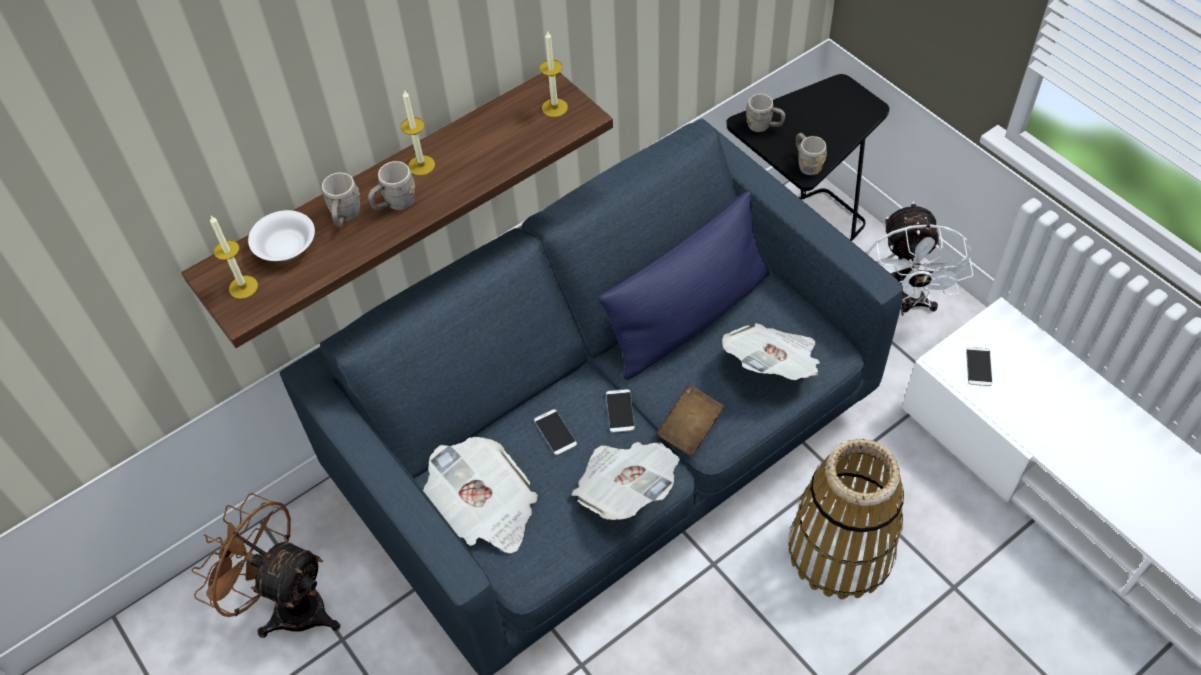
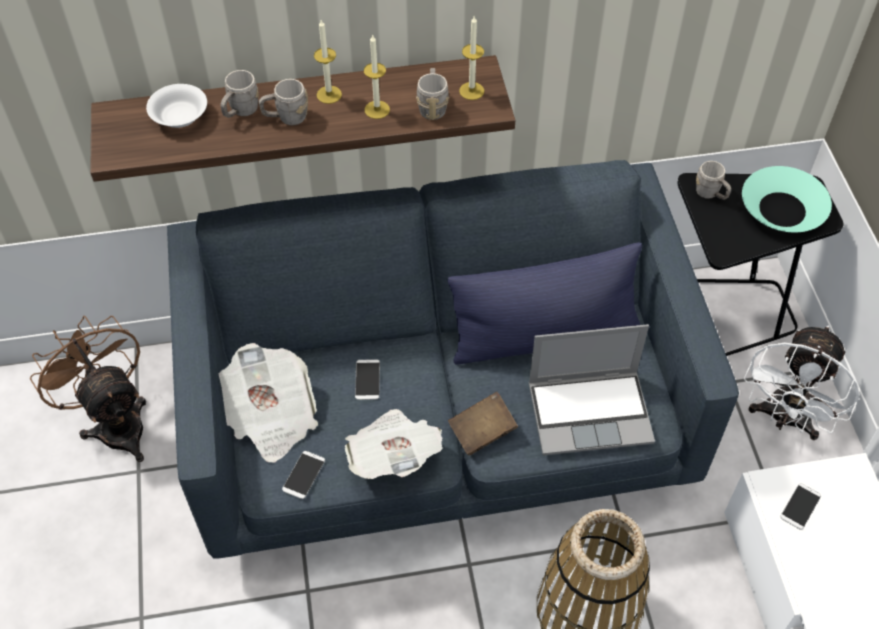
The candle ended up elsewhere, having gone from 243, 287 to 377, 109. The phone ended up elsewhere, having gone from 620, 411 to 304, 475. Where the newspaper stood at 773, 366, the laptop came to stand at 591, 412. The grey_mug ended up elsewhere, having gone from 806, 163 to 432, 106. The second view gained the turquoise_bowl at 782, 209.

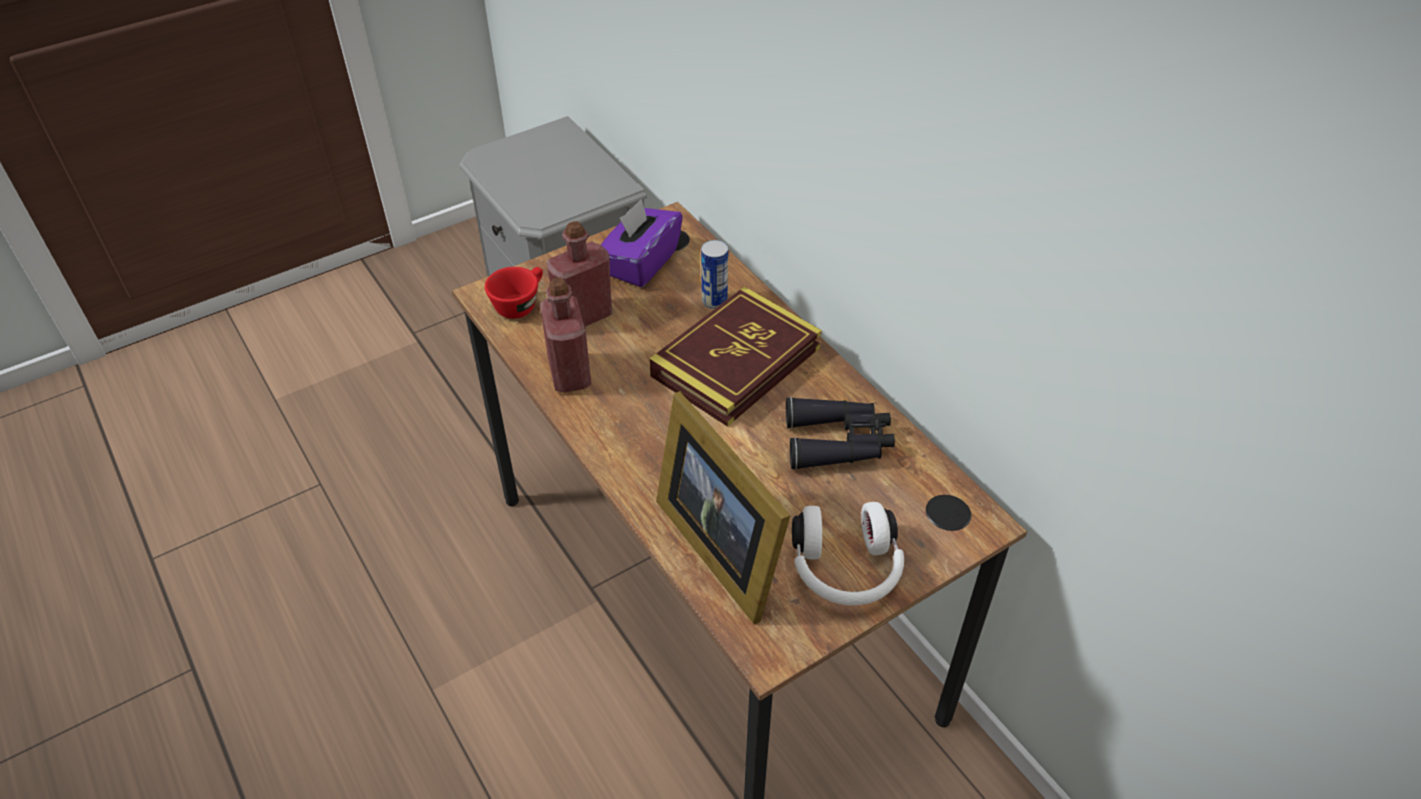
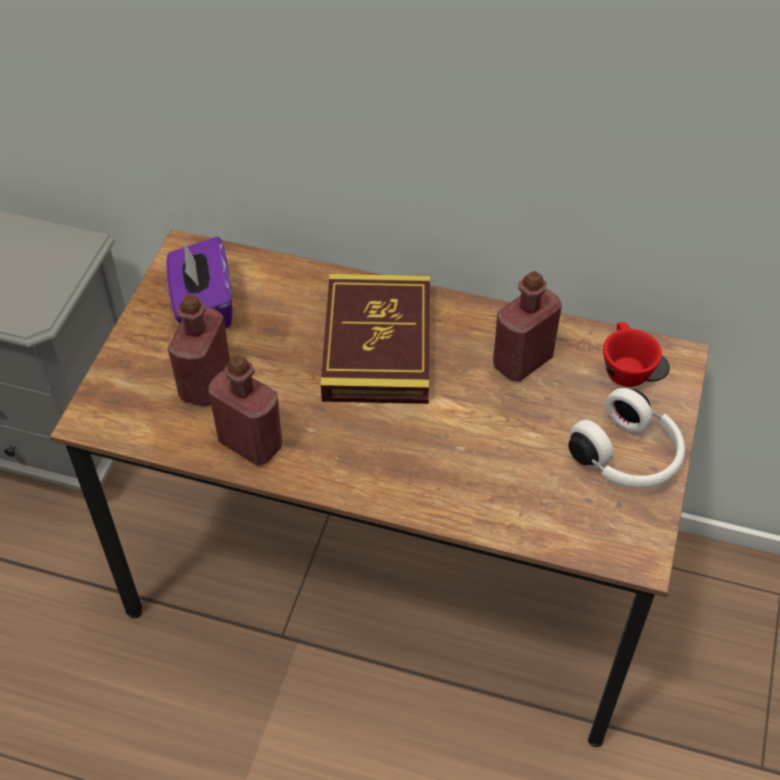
The red_cup ended up elsewhere, having gone from 520, 304 to 624, 367. The second view lost the picture_frame at 722, 544. The second view lost the can at 714, 301. Where the black_binoculars stood at 838, 442, the red_bottle came to stand at 522, 361.

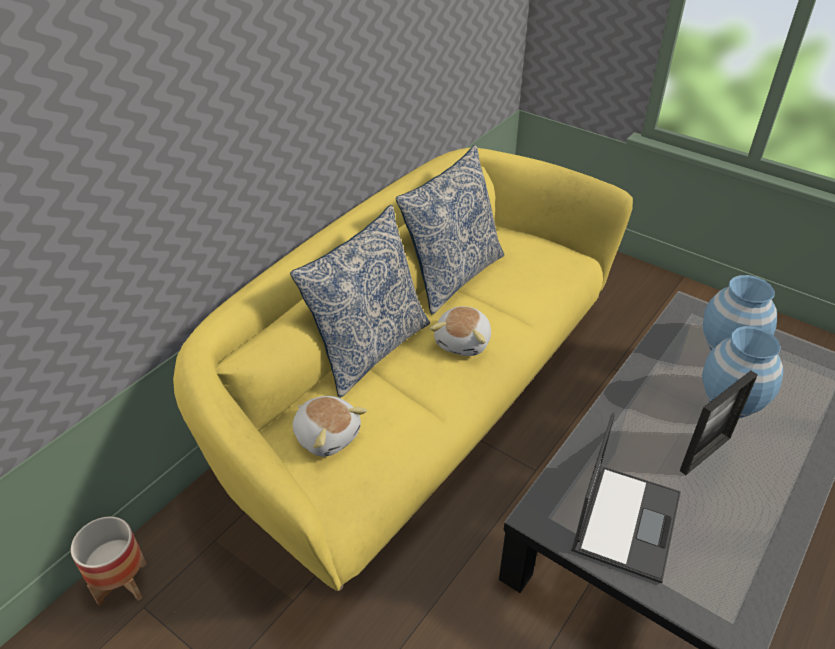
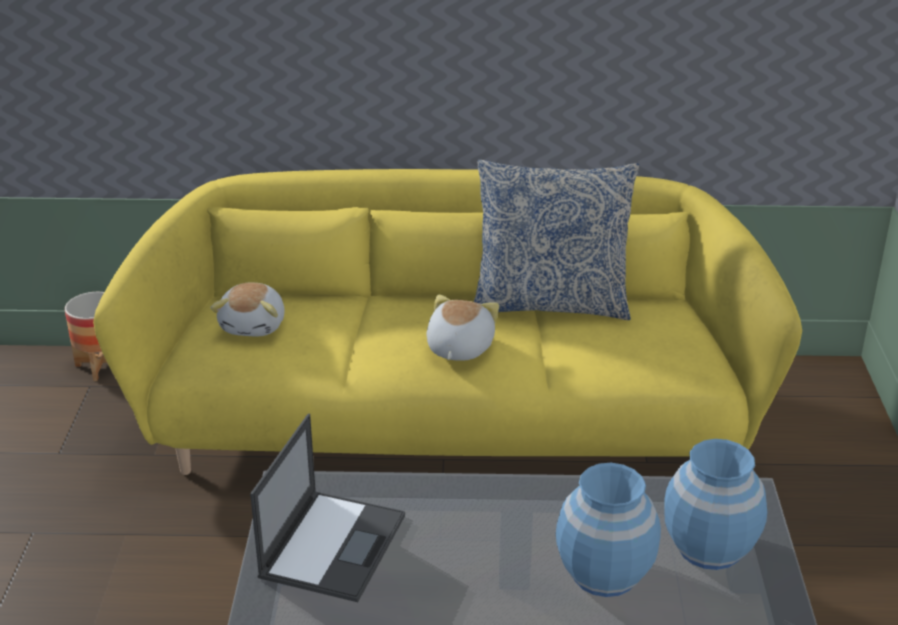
The second view lost the pillow at 369, 348. The plush_toy at 464, 342 ended up facing another way, 120 degrees clockwise from before. The laptop at 626, 520 ended up facing another way, 60 degrees counterclockwise from before. The second view lost the picture_frame at 705, 454.

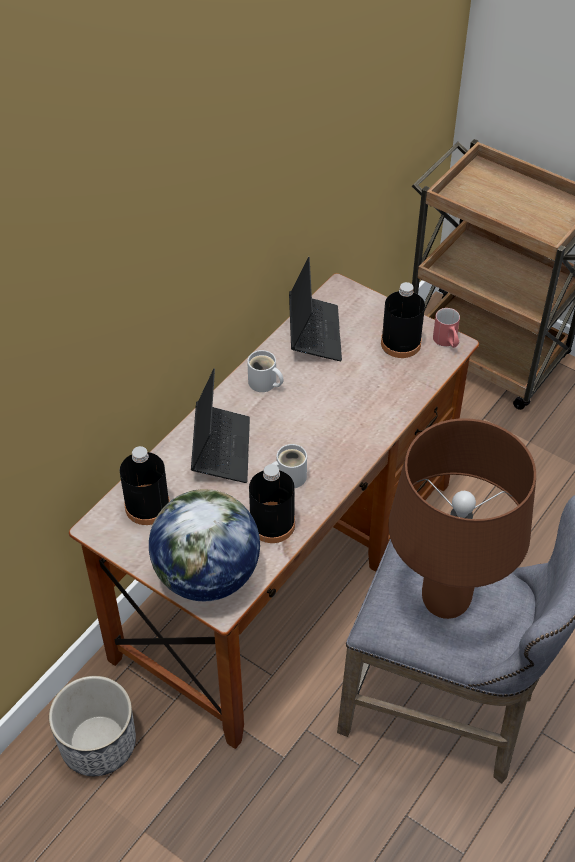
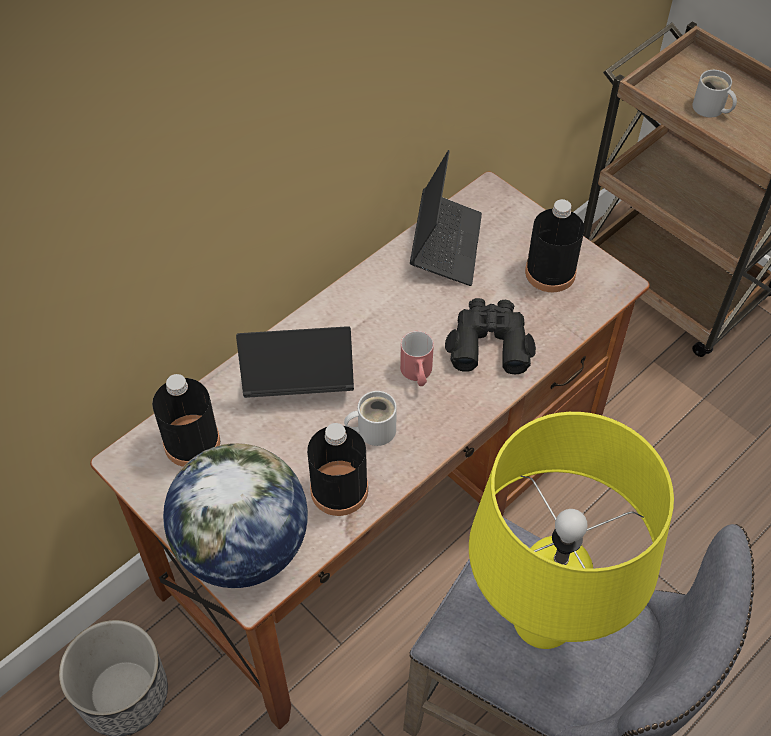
The laptop at 221, 449 ended up facing another way, 105 degrees counterclockwise from before. The white_mug ended up elsewhere, having gone from 264, 384 to 710, 109. What was the brown_table_lamp at 444, 602 turned into the yellow_table_lamp at 541, 624. The red_mug ended up elsewhere, having gone from 447, 342 to 417, 375. The second view gained the black_binoculars at 489, 342.

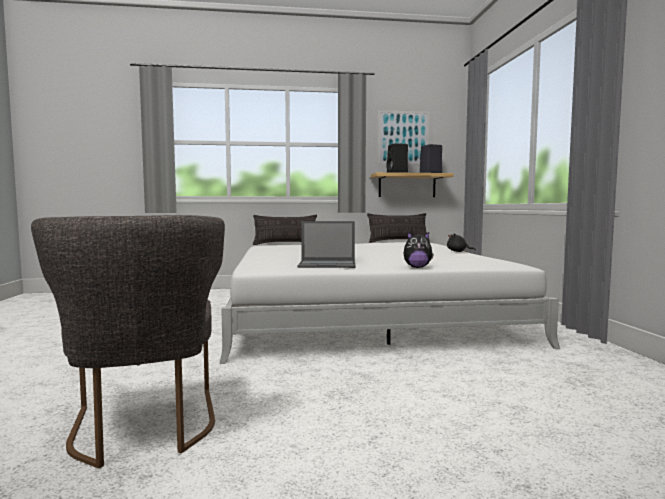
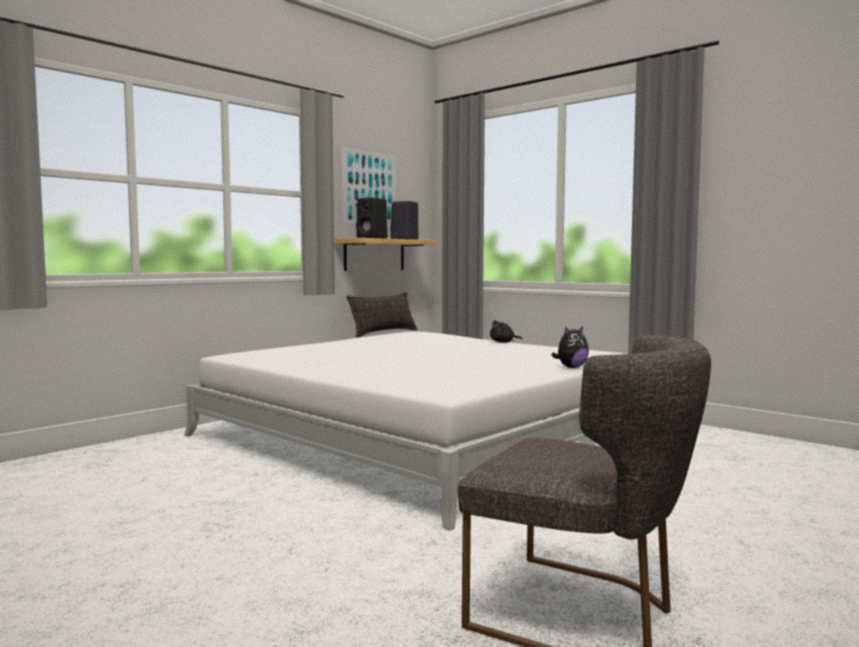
The second view lost the pillow at 285, 244. The second view lost the laptop at 328, 264.

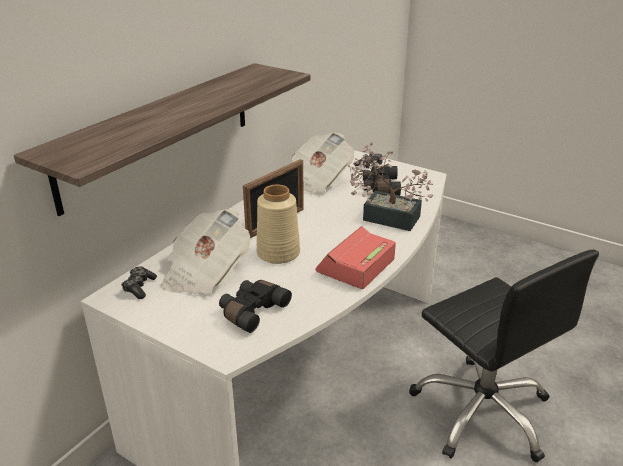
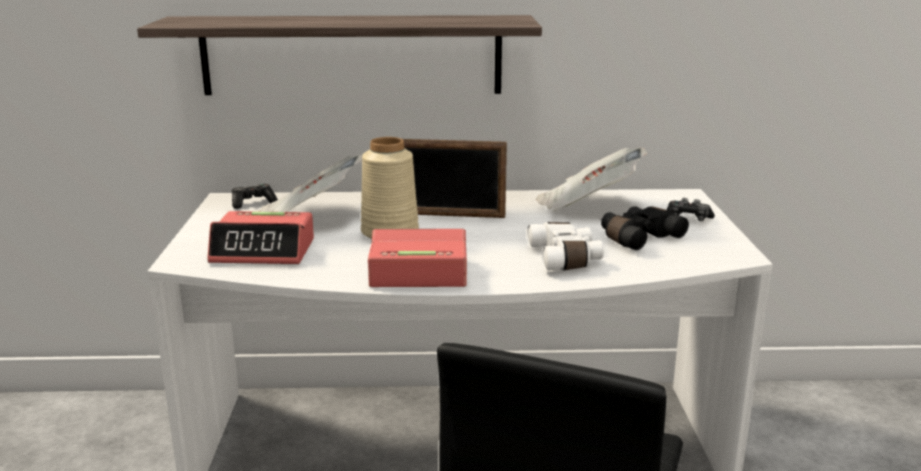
Where the black_binoculars stood at 252, 311, the alarm_clock came to stand at 264, 251. Where the potted_plant stood at 385, 216, the white_binoculars came to stand at 566, 258.

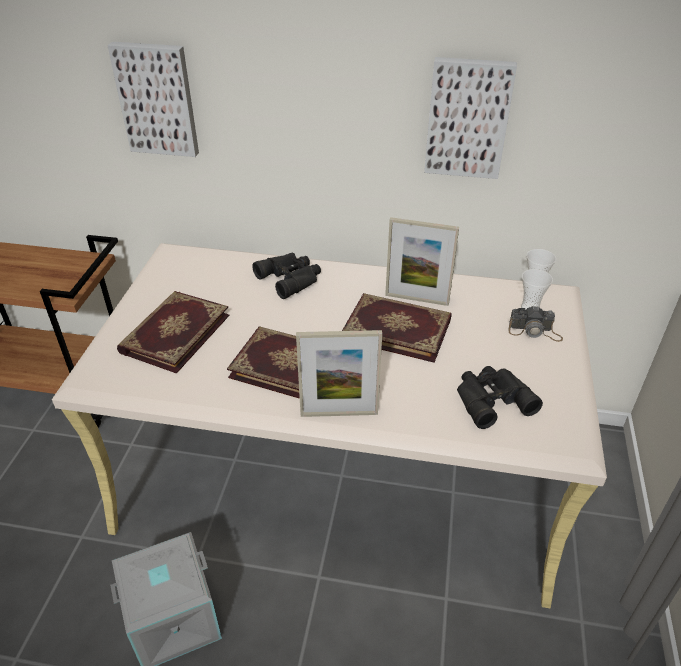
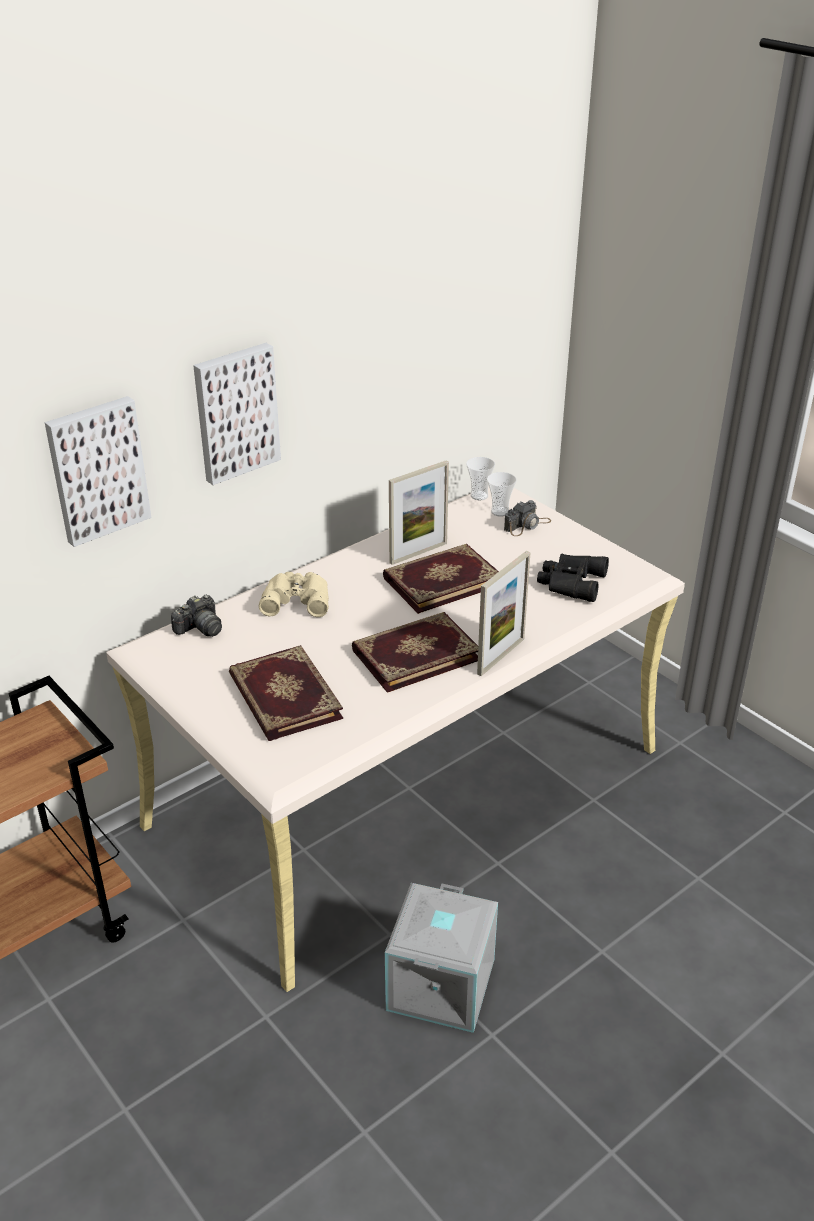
What was the black_binoculars at 291, 278 turned into the beige_binoculars at 296, 599. The picture ended up elsewhere, having gone from 468, 118 to 235, 412. The second view gained the photo_camera at 200, 628.

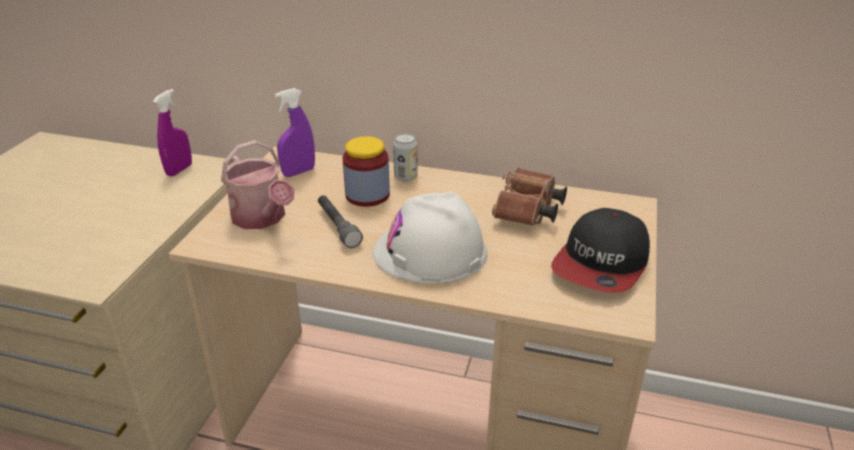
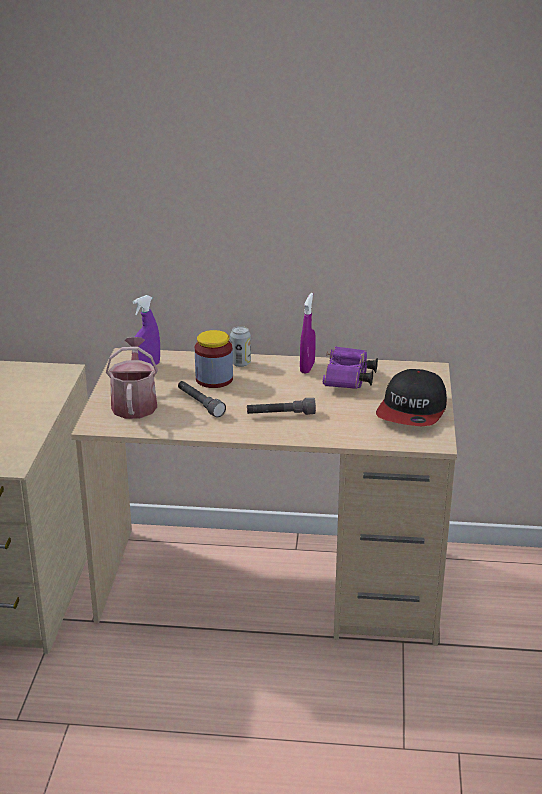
The purple_spray_bottle ended up elsewhere, having gone from 179, 170 to 307, 368. The watering_can at 262, 218 ended up facing another way, 135 degrees counterclockwise from before. Where the white_hard_hat stood at 430, 252, the grey_flashlight came to stand at 280, 415. What was the brown_binoculars at 527, 212 turned into the purple_binoculars at 348, 381.

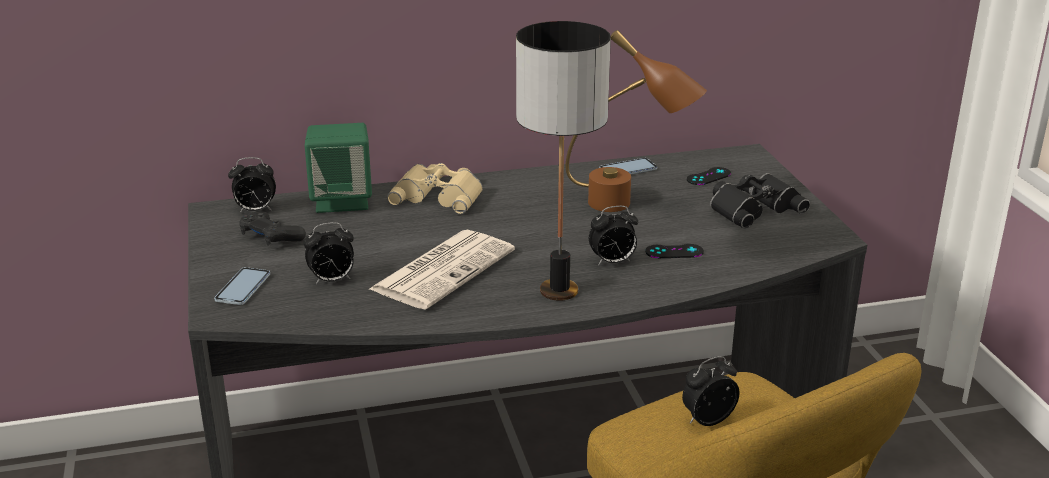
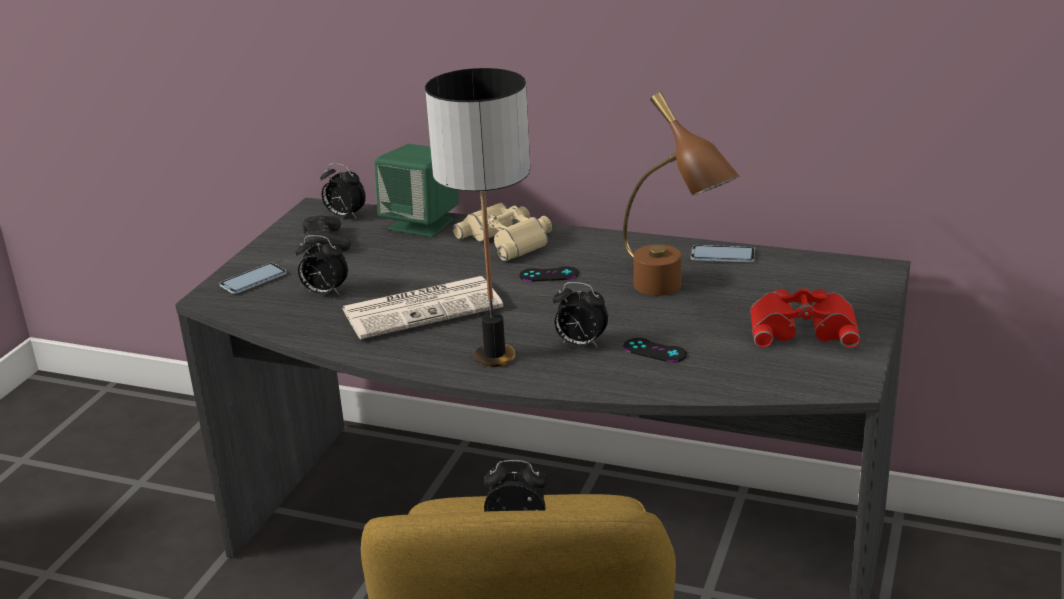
The black_game_controller ended up elsewhere, having gone from 708, 176 to 549, 274. What was the black_binoculars at 753, 207 turned into the red_binoculars at 803, 327.

